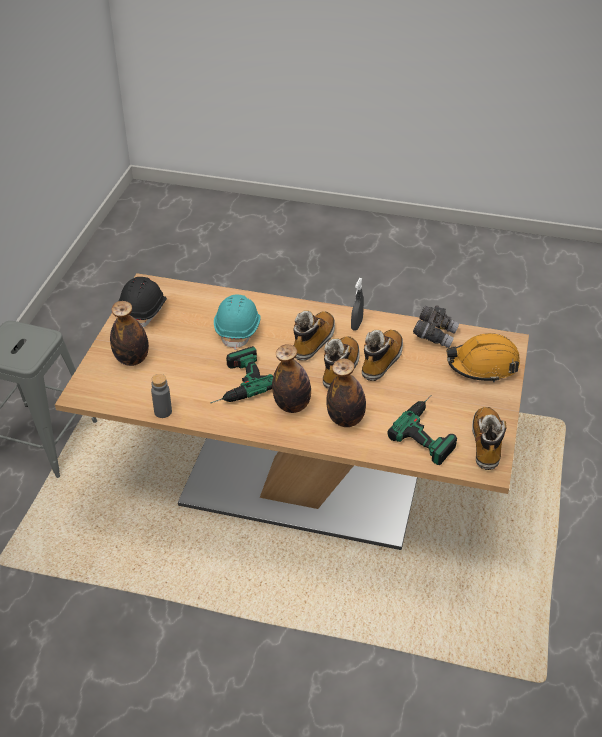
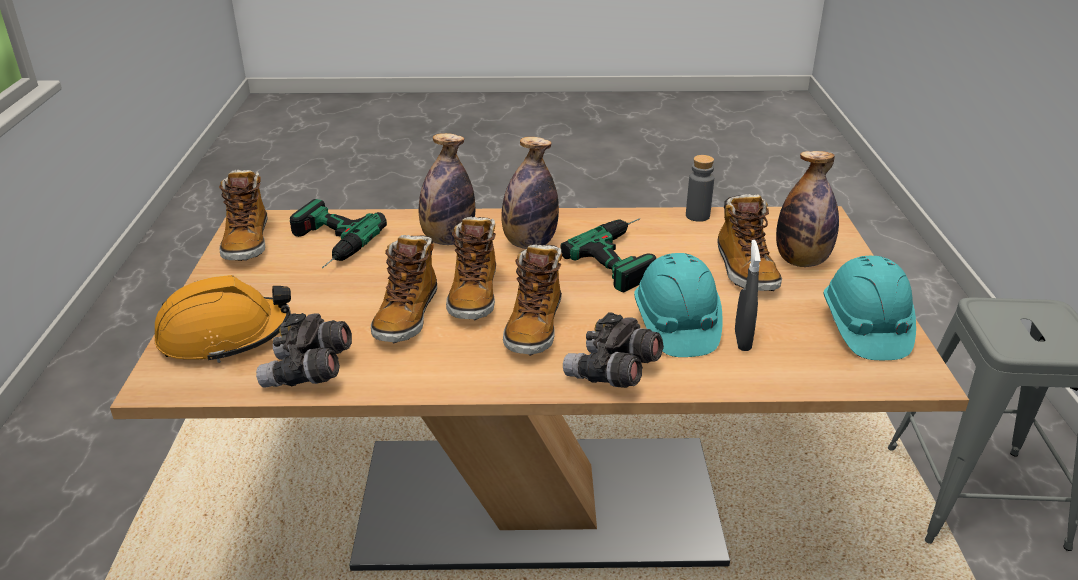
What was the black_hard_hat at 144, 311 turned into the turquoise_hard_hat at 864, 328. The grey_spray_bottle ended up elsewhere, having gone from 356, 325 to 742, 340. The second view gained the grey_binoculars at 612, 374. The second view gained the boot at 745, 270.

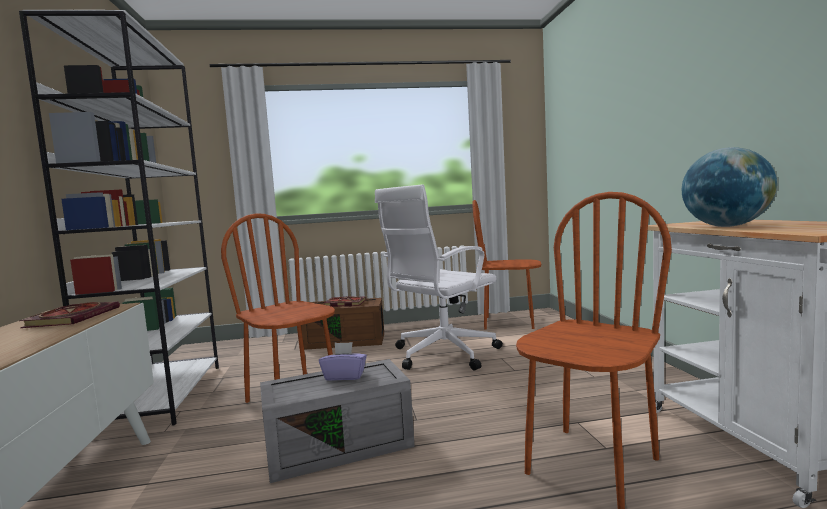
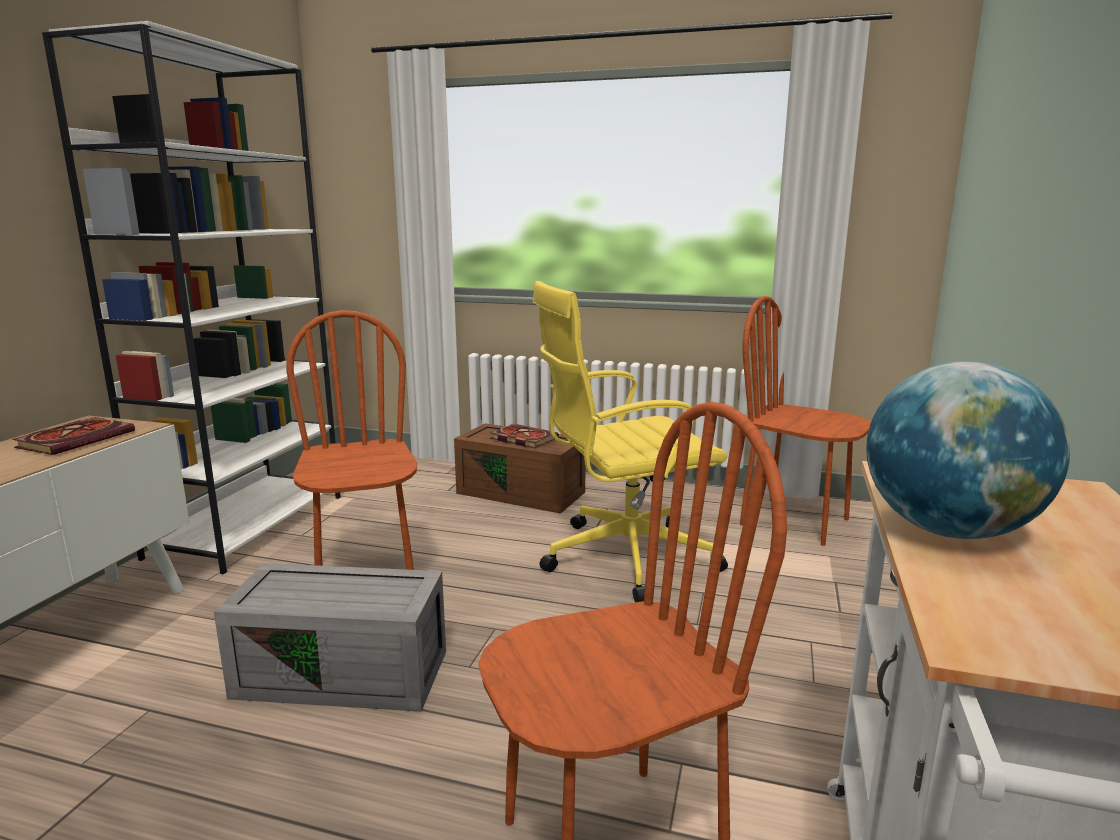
The second view lost the purple_tissue_box at 344, 376. What was the white_office_chair at 442, 354 turned into the yellow_office_chair at 623, 557.

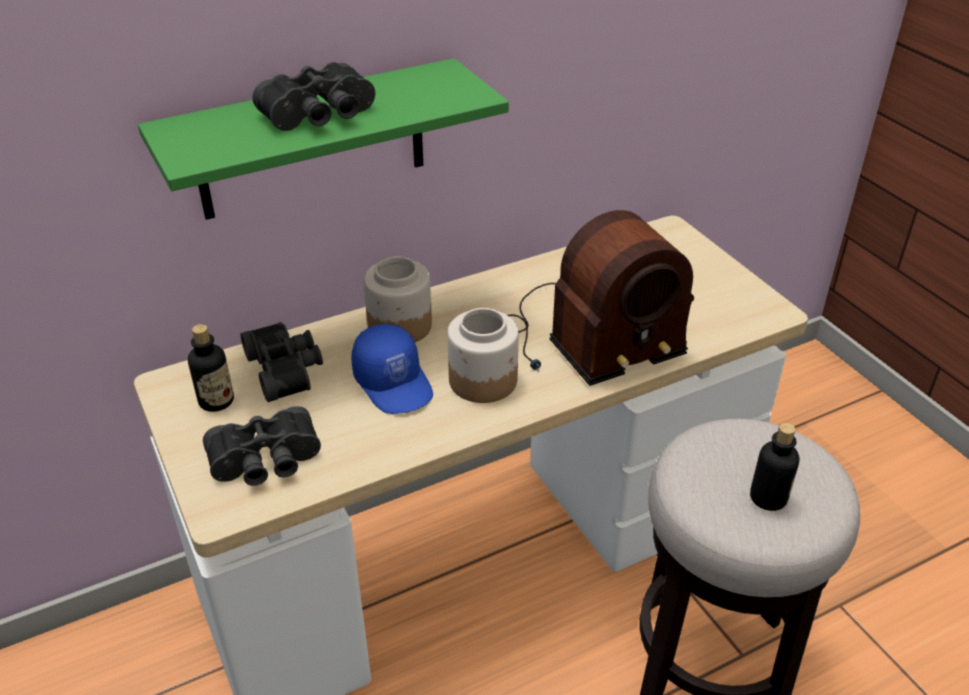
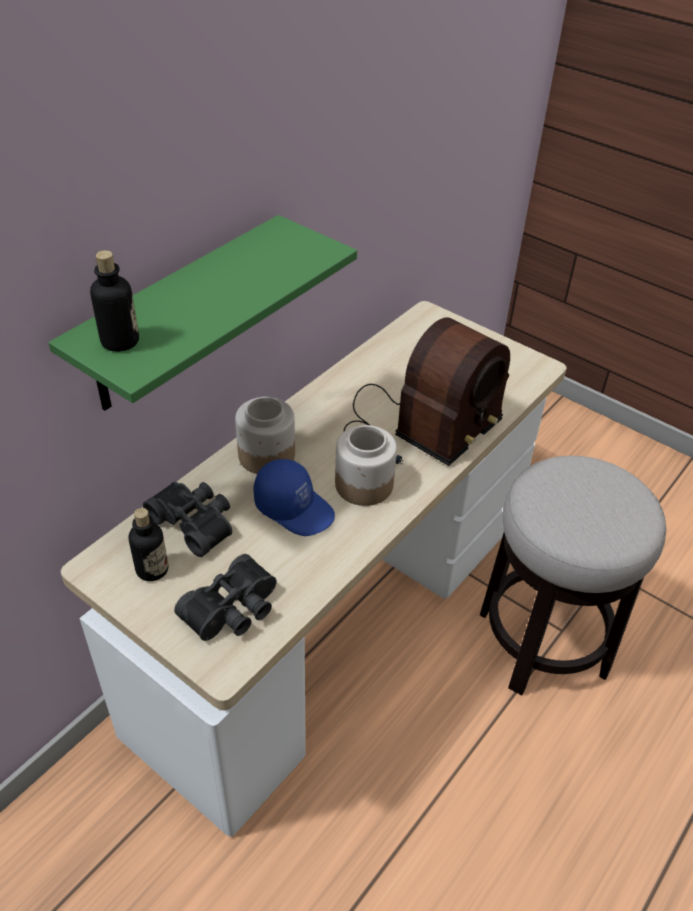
The second view lost the black_binoculars at 321, 116. The bottle ended up elsewhere, having gone from 768, 498 to 120, 341.

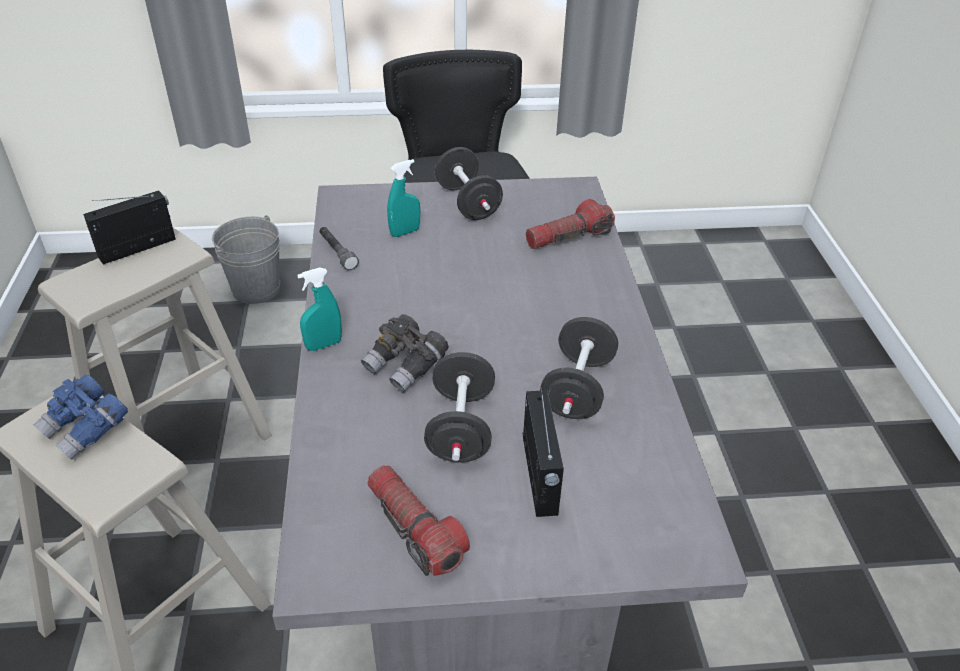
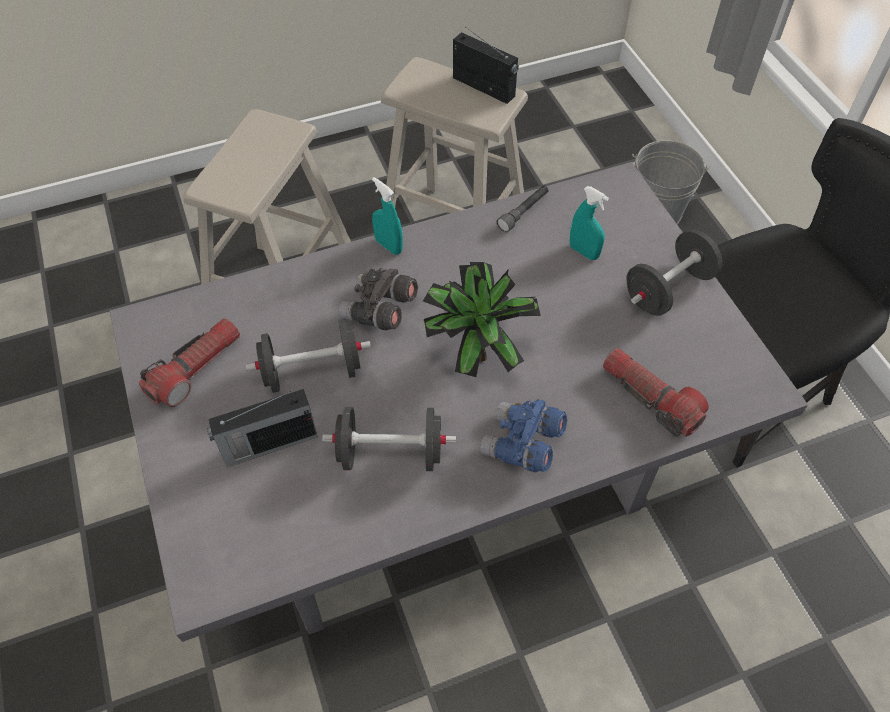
The blue_binoculars ended up elsewhere, having gone from 87, 430 to 522, 445. The second view gained the potted_plant at 475, 352.

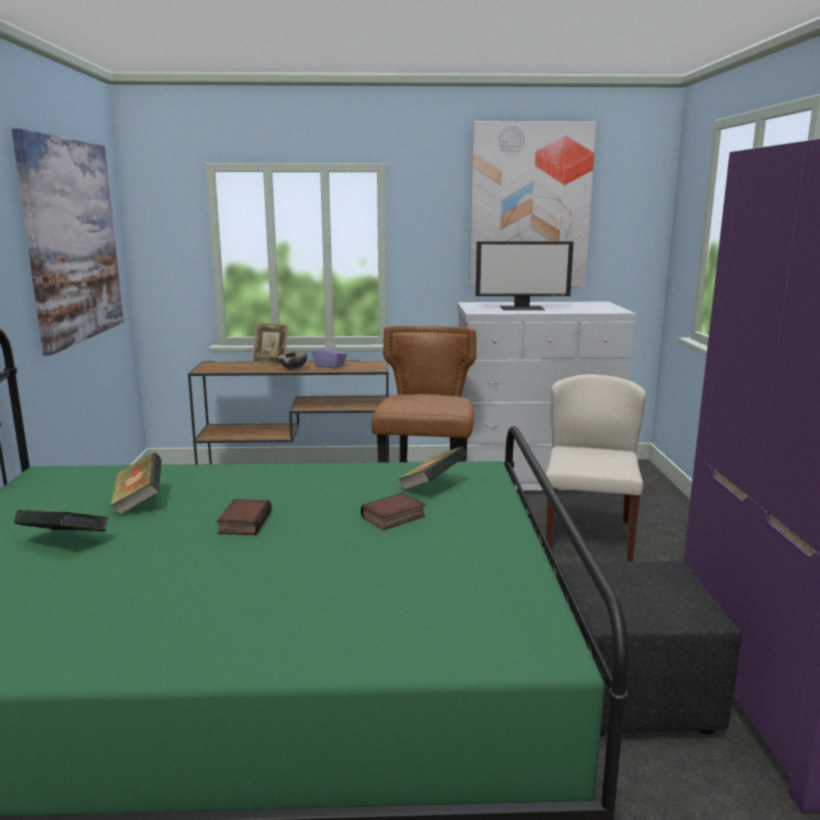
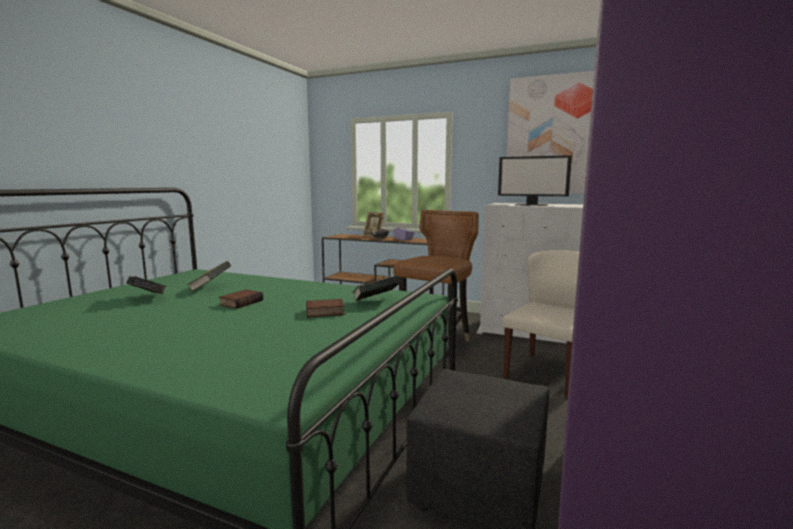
The second view lost the picture at 72, 241.

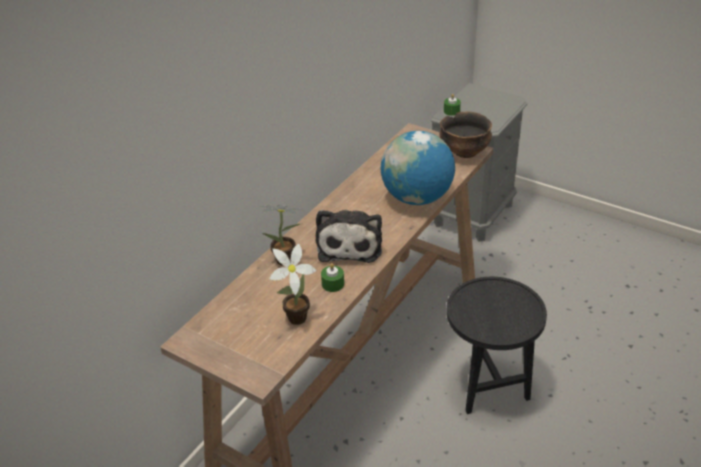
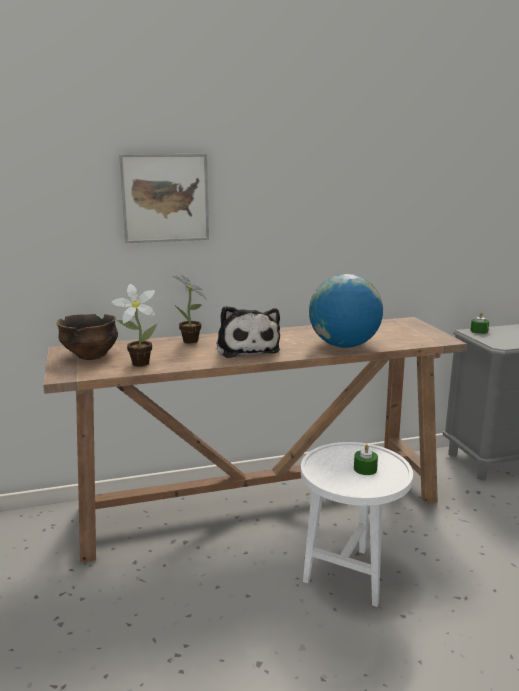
The plush_toy at 350, 244 ended up facing another way, 60 degrees counterclockwise from before. The green_candle ended up elsewhere, having gone from 333, 284 to 365, 469. The bowl ended up elsewhere, having gone from 464, 152 to 91, 355. What was the black_side_table at 488, 385 turned into the white_side_table at 350, 573. The second view gained the picture at 165, 198.

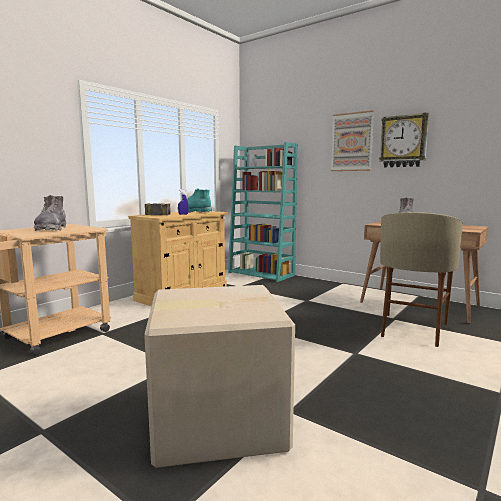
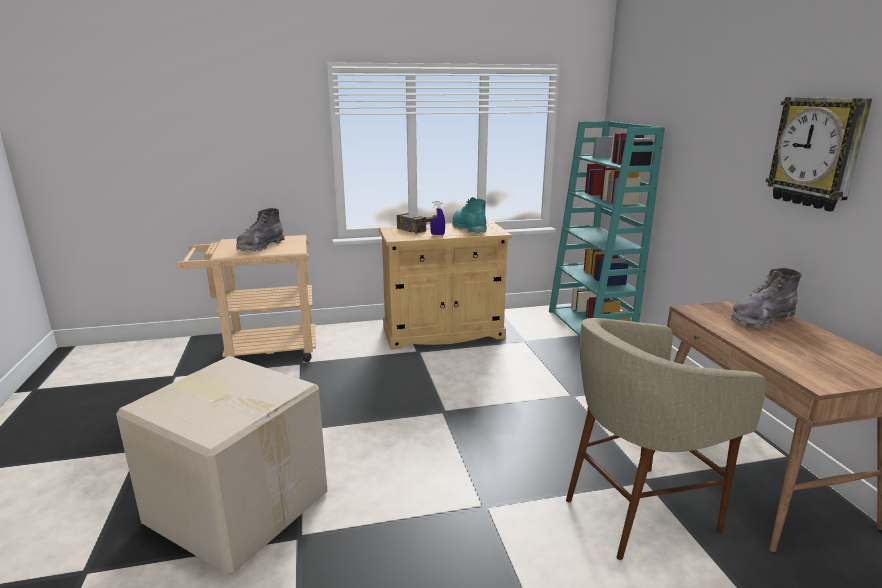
The second view lost the picture at 352, 142.

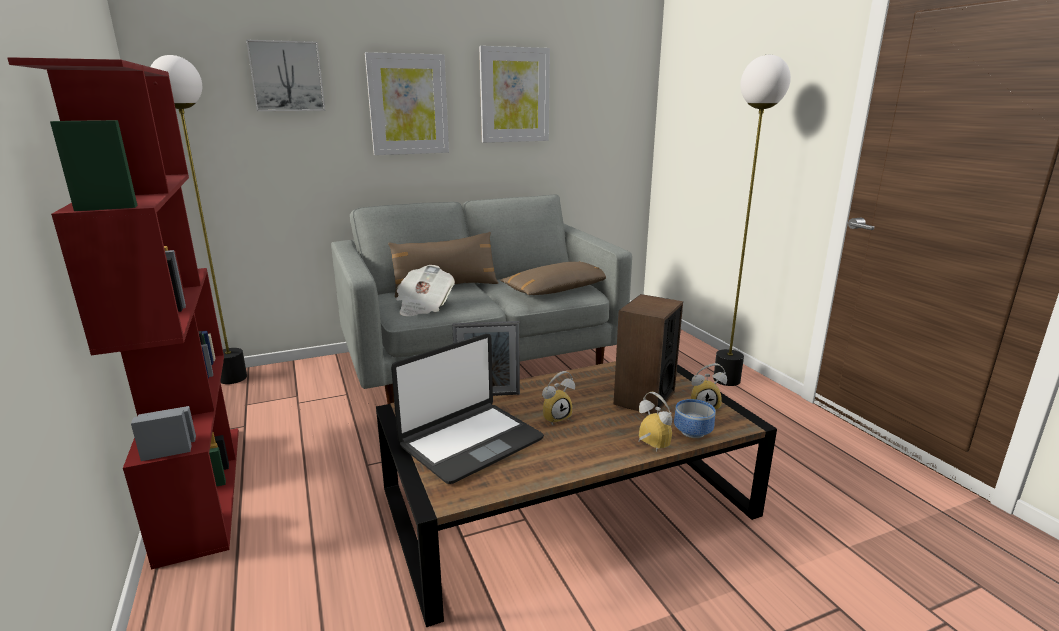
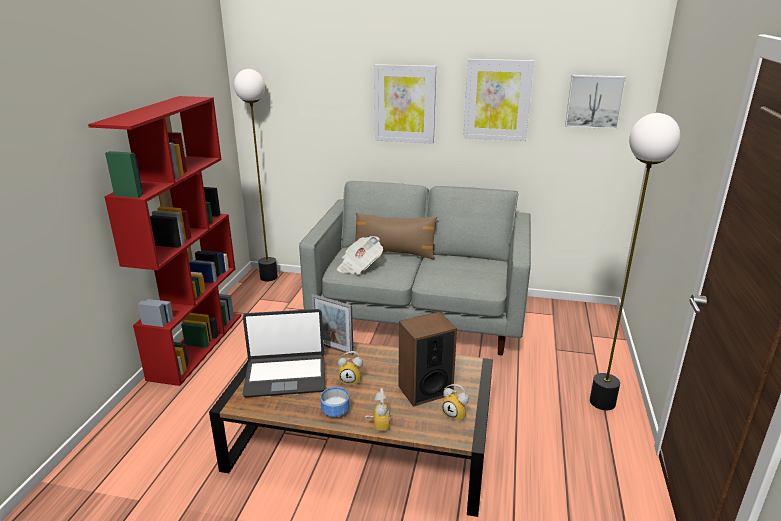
The picture ended up elsewhere, having gone from 287, 76 to 594, 101. The second view lost the brown_pillow at 558, 290. The bowl ended up elsewhere, having gone from 694, 431 to 337, 412.

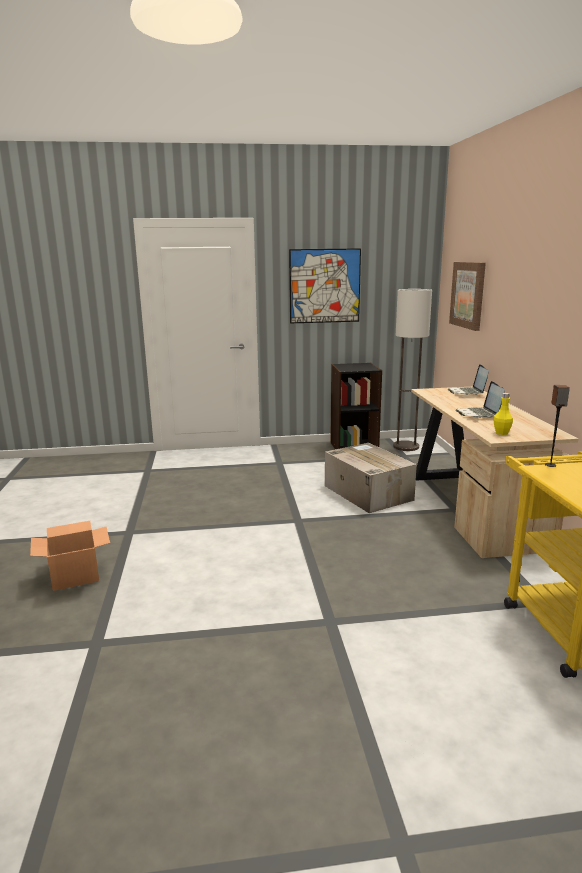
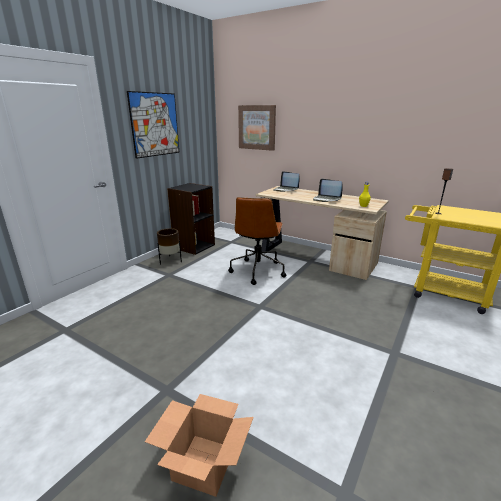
Where the cardboard_box stood at 367, 492, the brown_office_chair came to stand at 257, 270. The second view lost the floor_lamp at 406, 446. The second view gained the brown_planter at 170, 260.

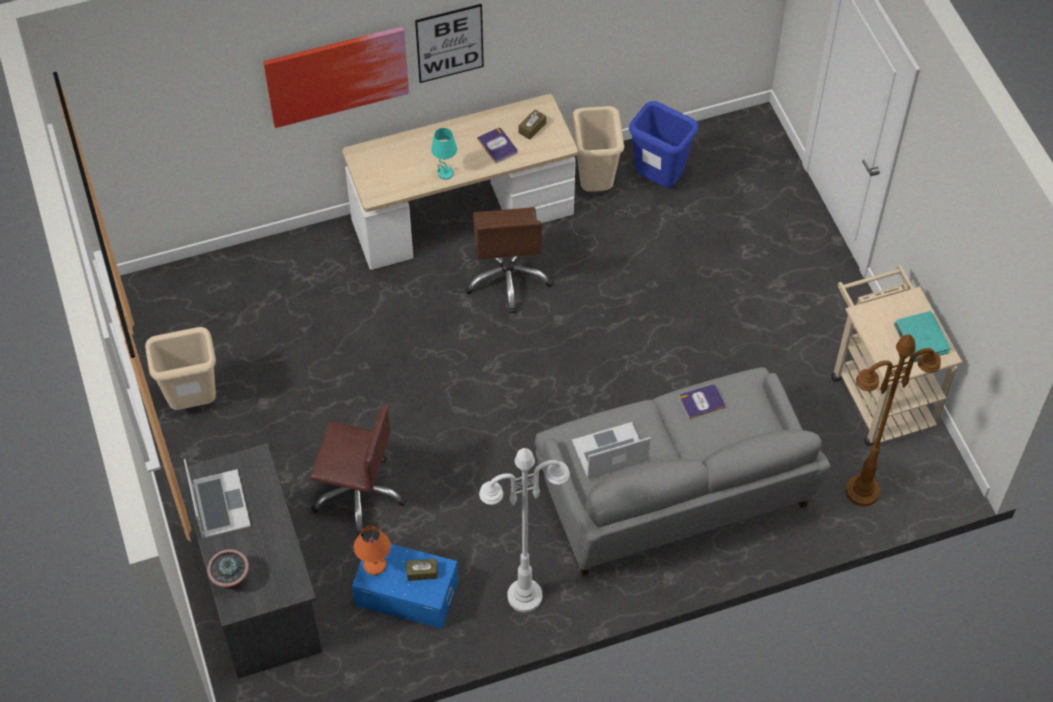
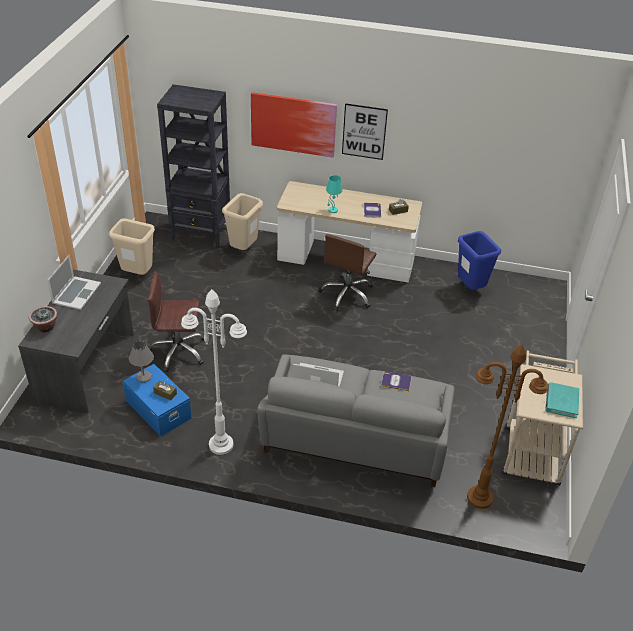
The brown_office_chair at 358, 494 ended up facing another way, 135 degrees clockwise from before. What was the orange_table_lamp at 375, 565 turned into the grey_table_lamp at 144, 377. The beige_trash_can ended up elsewhere, having gone from 594, 184 to 243, 249. The second view gained the black_bookcase at 201, 234.

